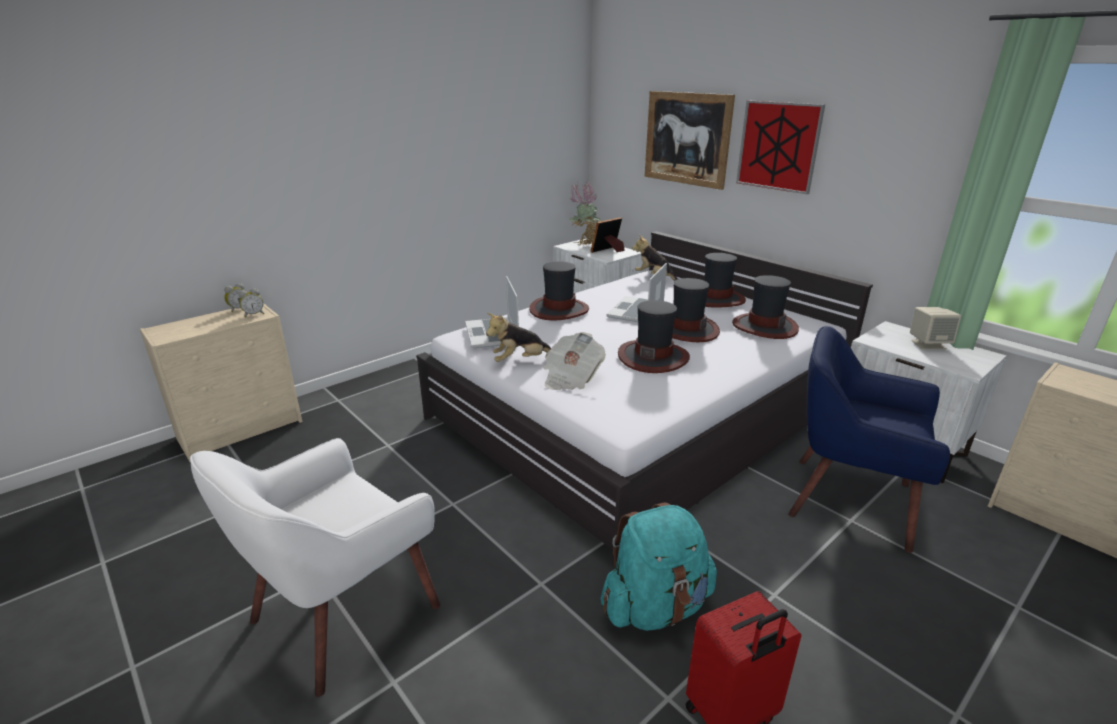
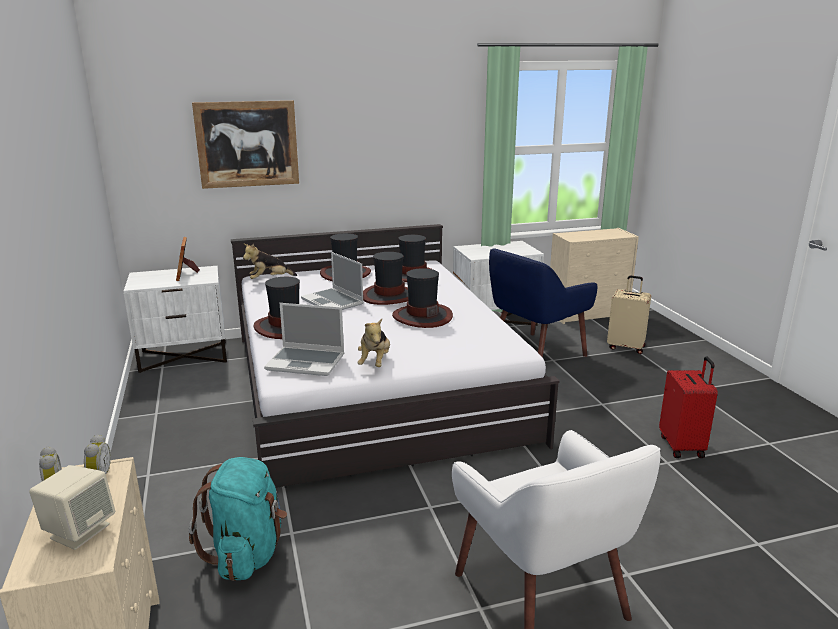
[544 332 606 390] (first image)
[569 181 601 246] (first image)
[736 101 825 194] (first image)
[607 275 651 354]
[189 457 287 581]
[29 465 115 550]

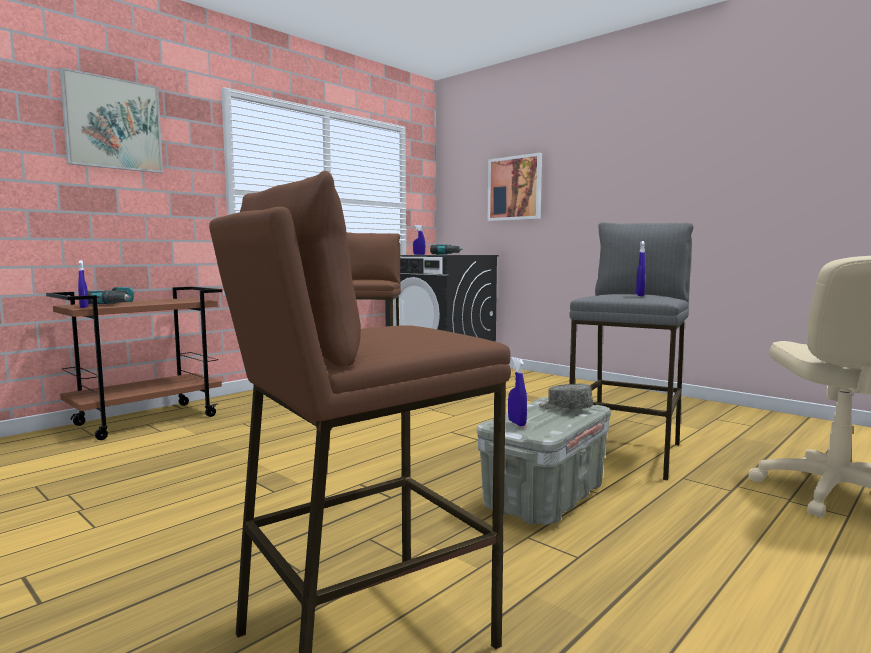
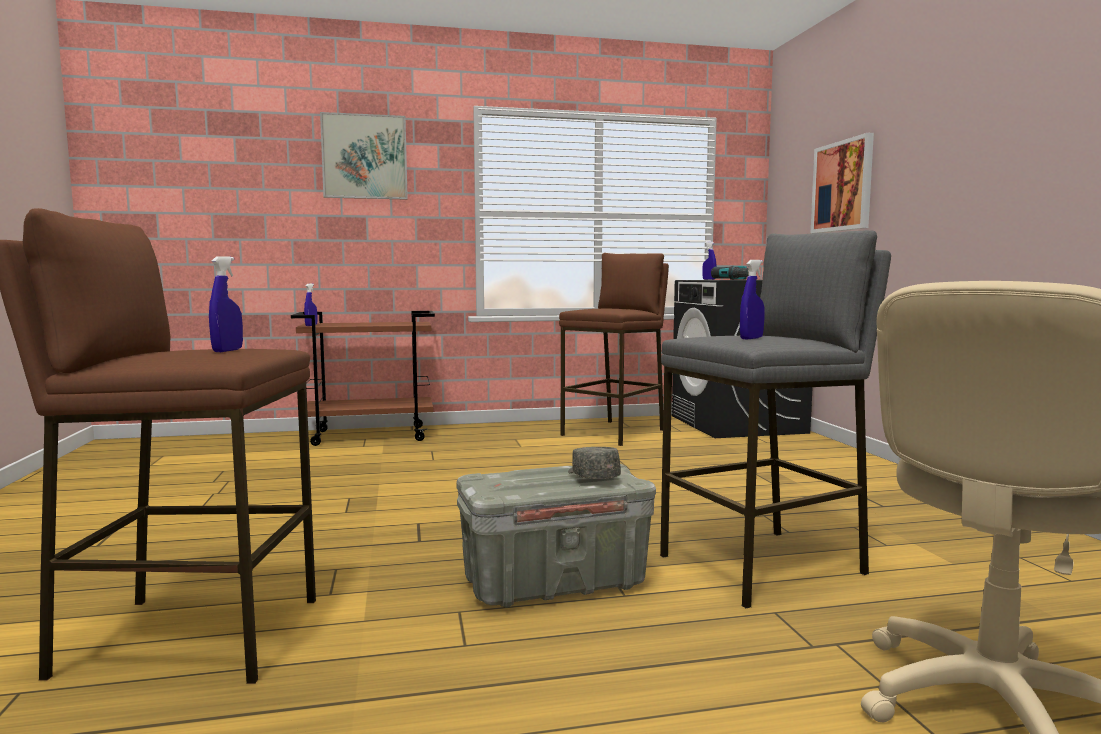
[88 287 134 304] (first image)
[209 256 243 352]

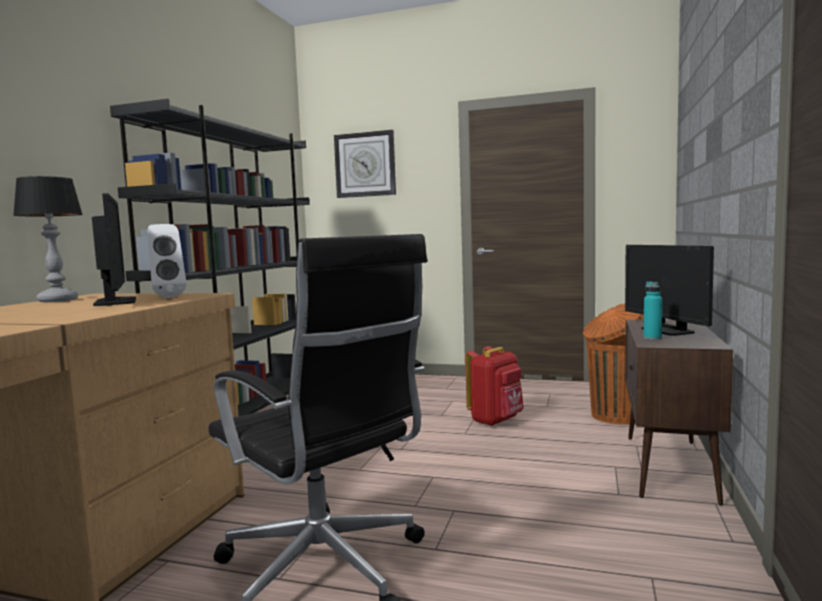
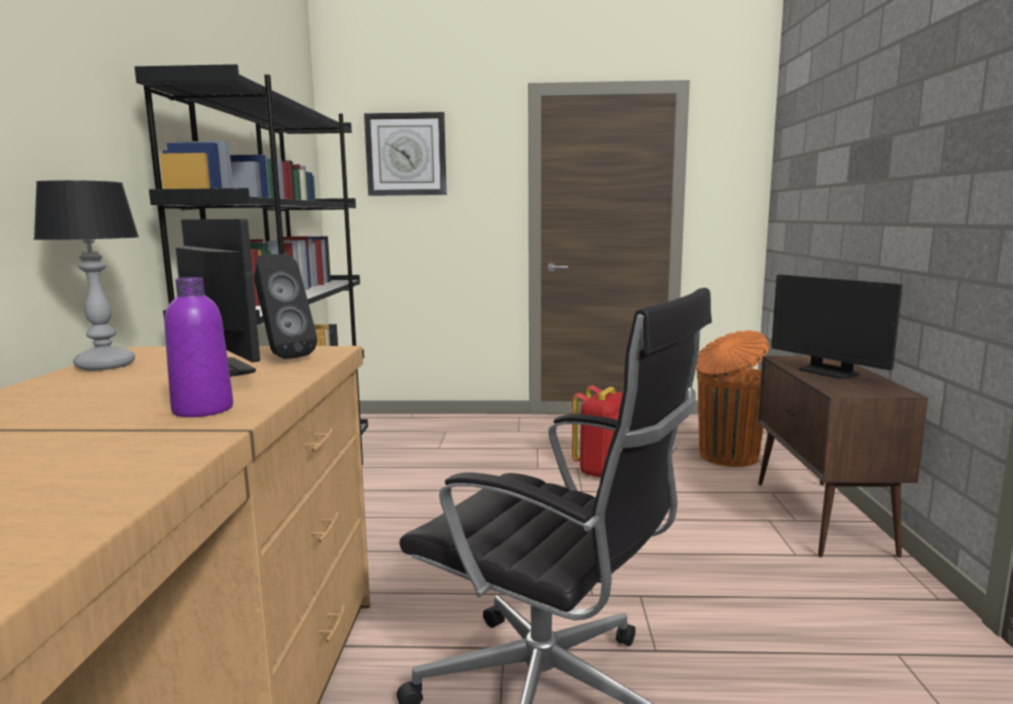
[644 281 662 340] (first image)
[164 277 233 417]
[254 254 317 359]

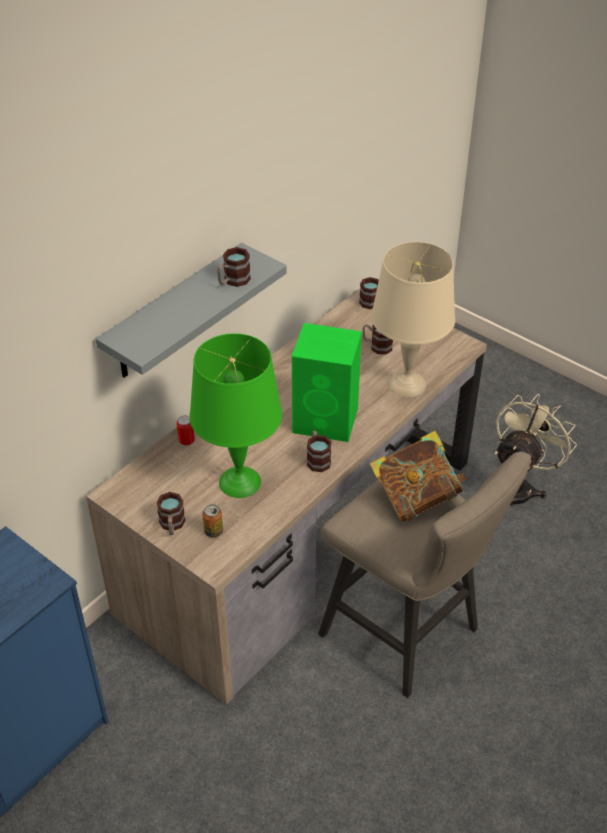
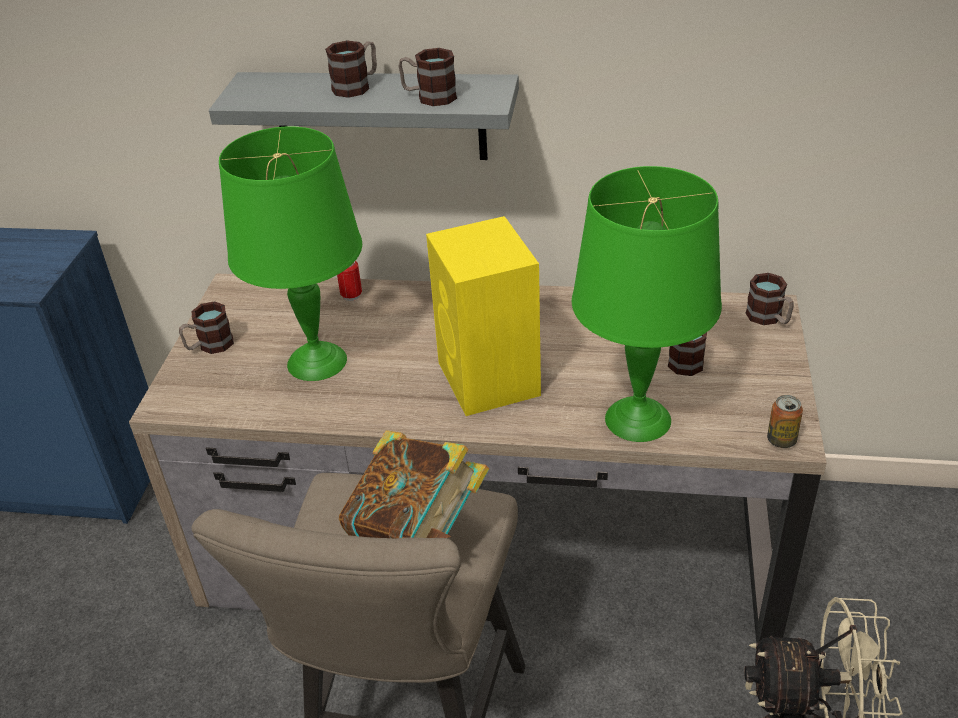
[767 395 803 448]
[325 41 377 98]
[426 216 541 416]
[572 166 722 442]

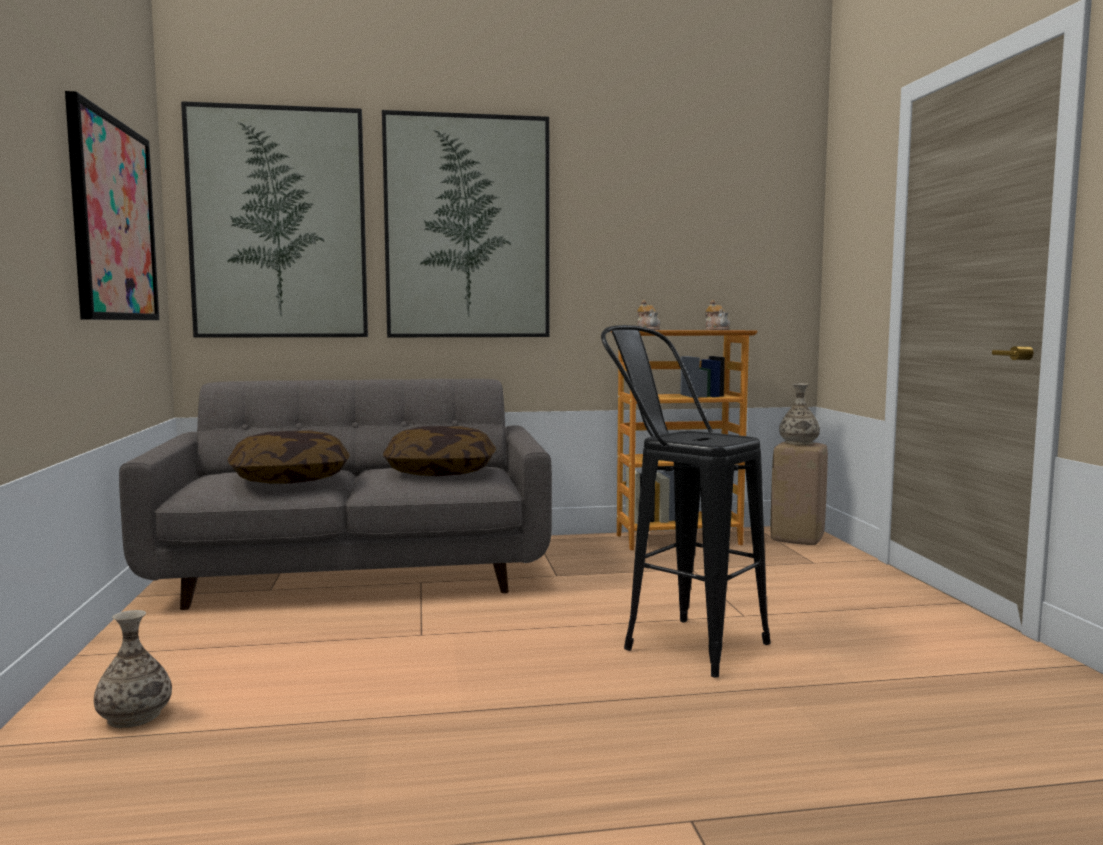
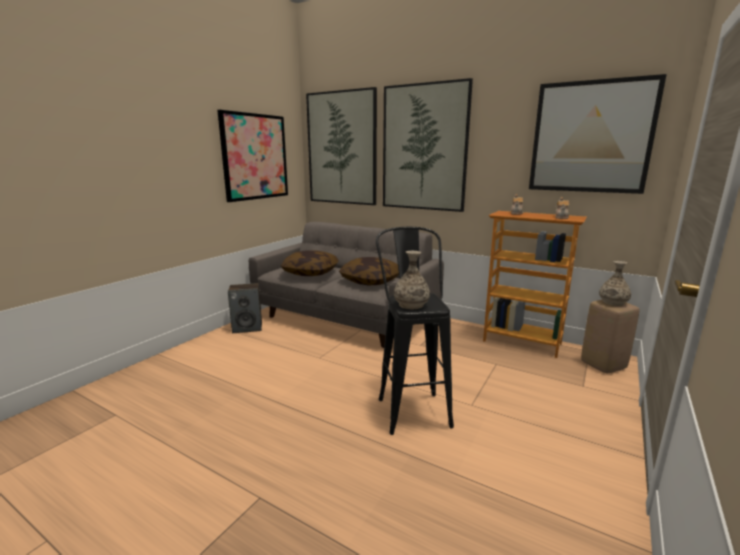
[228 283 262 333]
[529 74 667 194]
[394 251 430 309]

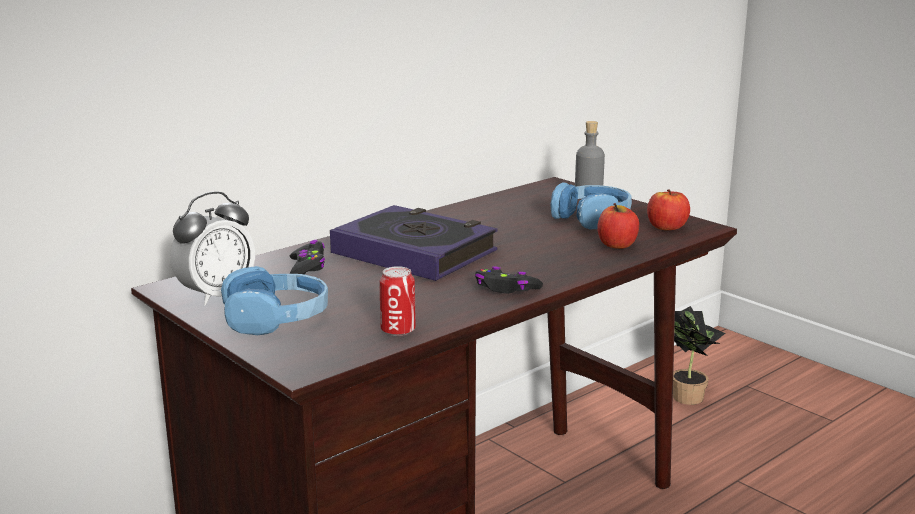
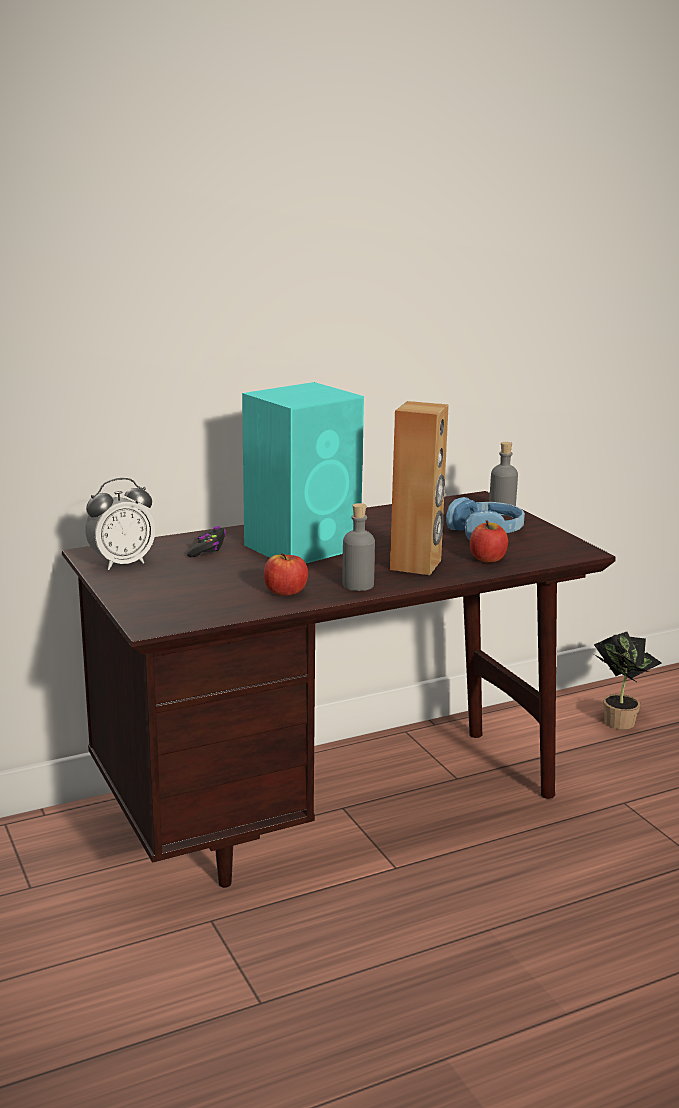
[221 266 328 335] (first image)
[380 266 416 336] (first image)
[390 401 449 575]
[264 553 308 596]
[242 382 364 564]
[343 503 375 591]

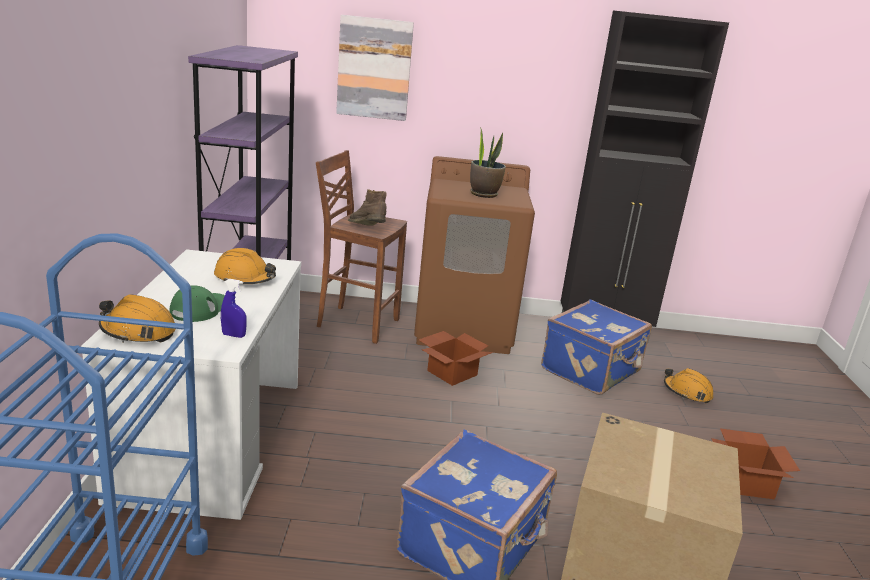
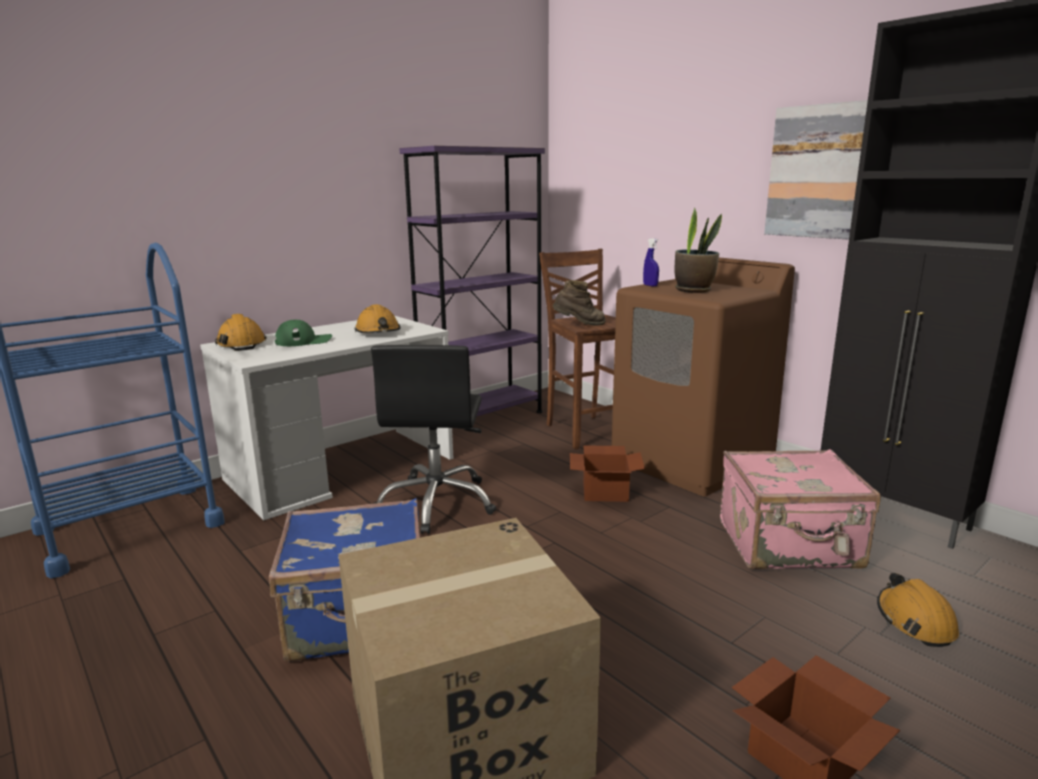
[371 345 496 534]
[643 238 659 287]
[764 100 868 240]
[720 449 881 569]
[553 280 606 326]

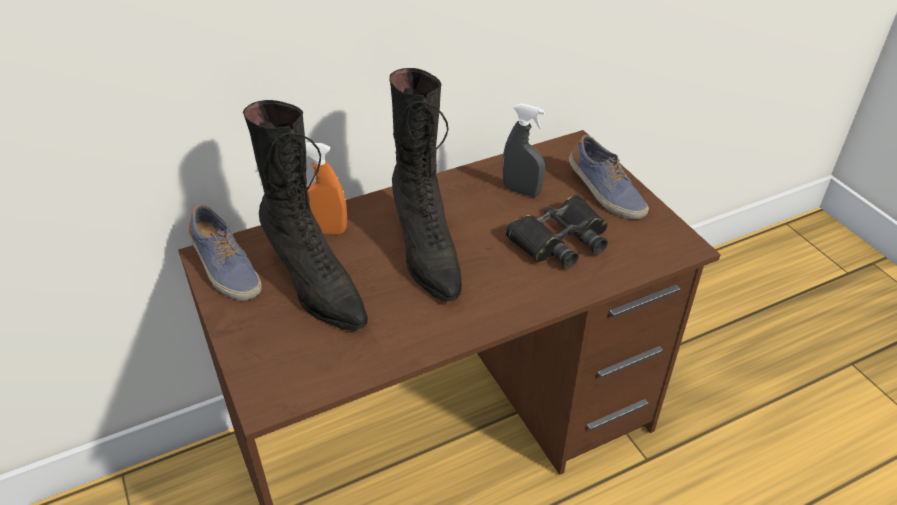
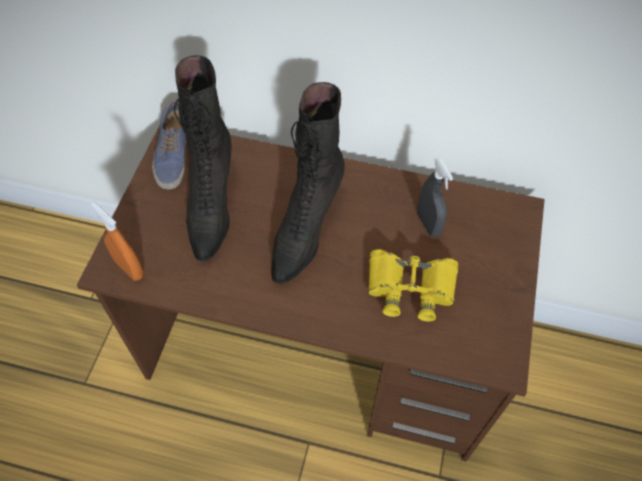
[569 135 649 219] (first image)
[91 202 144 281]
[368 249 458 321]

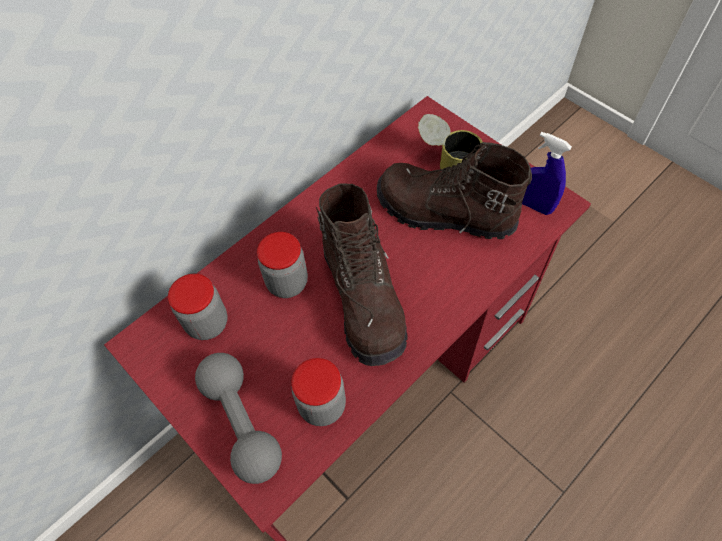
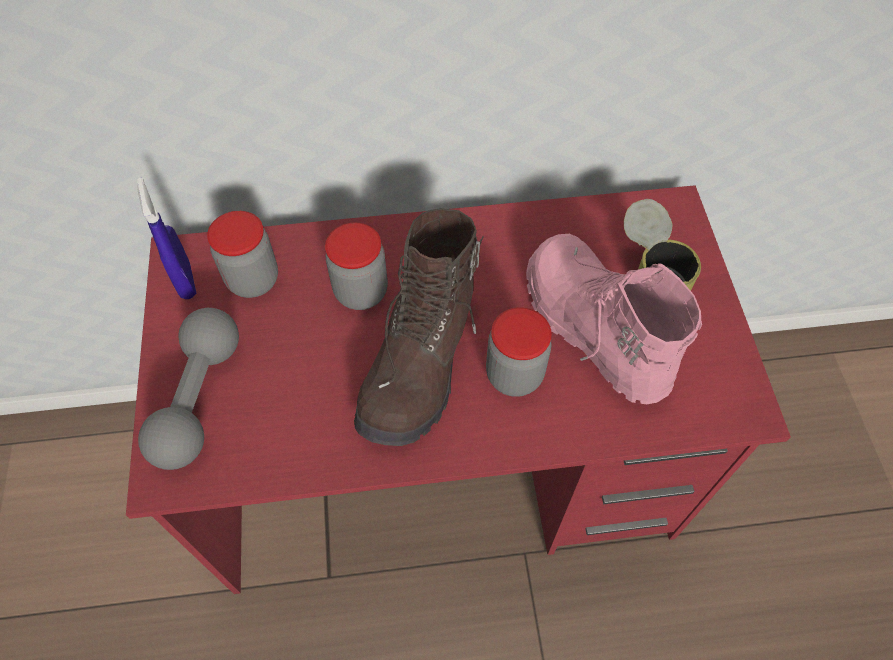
[486 307 552 397]
[137 178 196 299]
[526 234 702 404]

